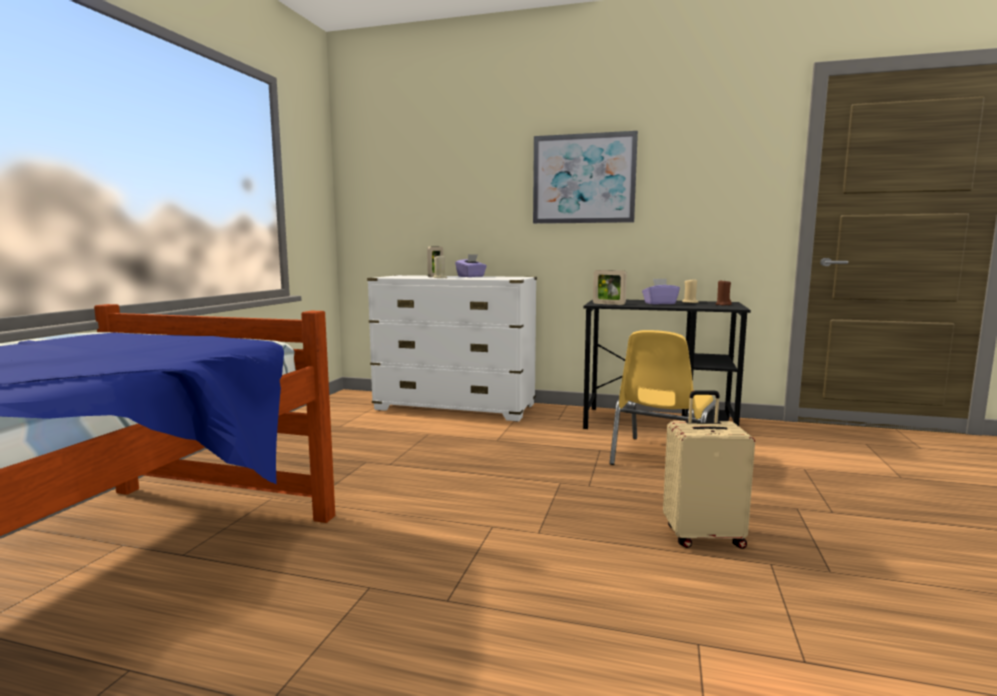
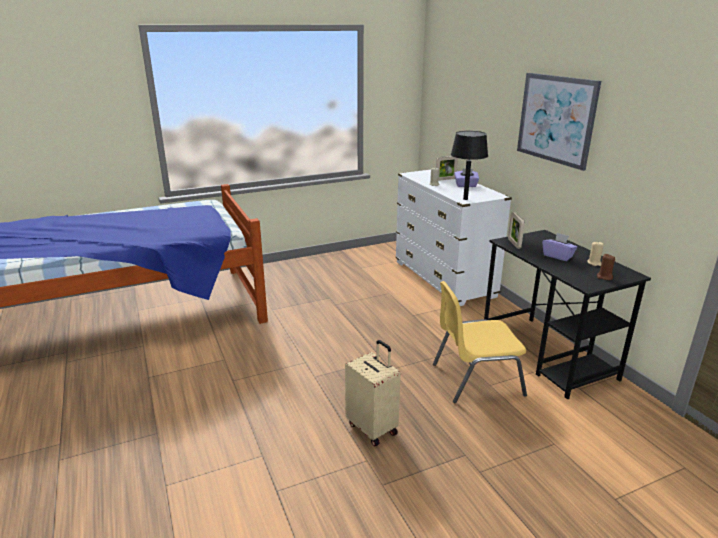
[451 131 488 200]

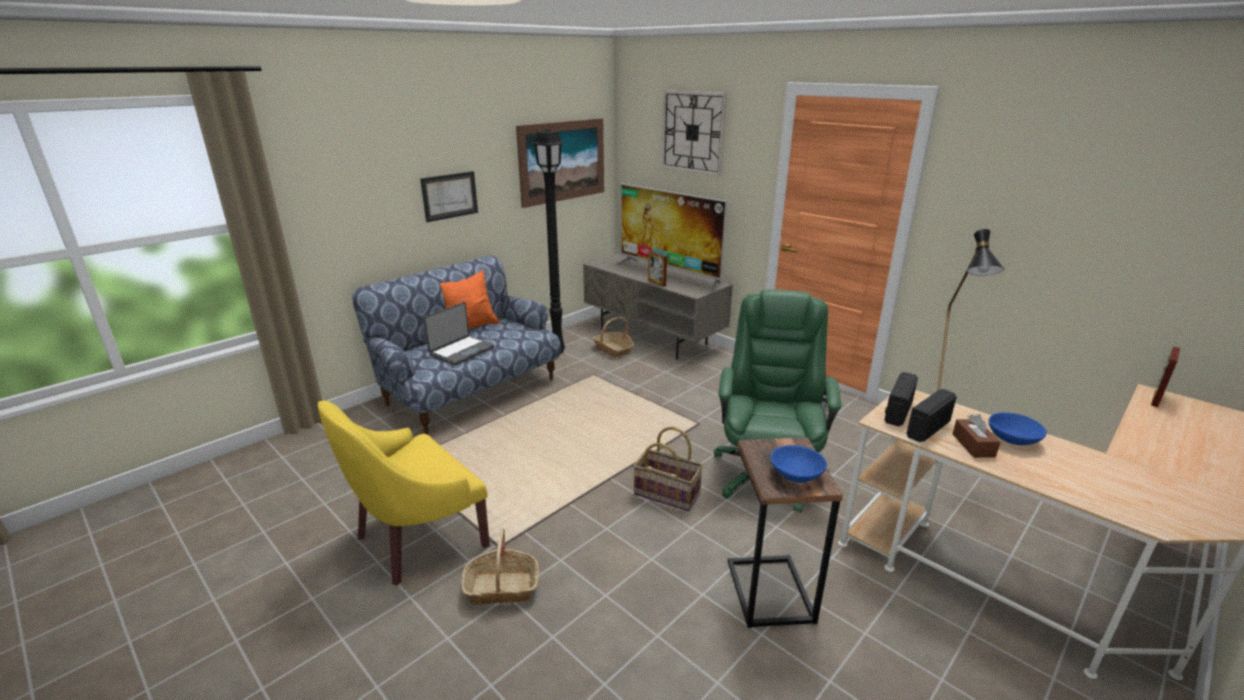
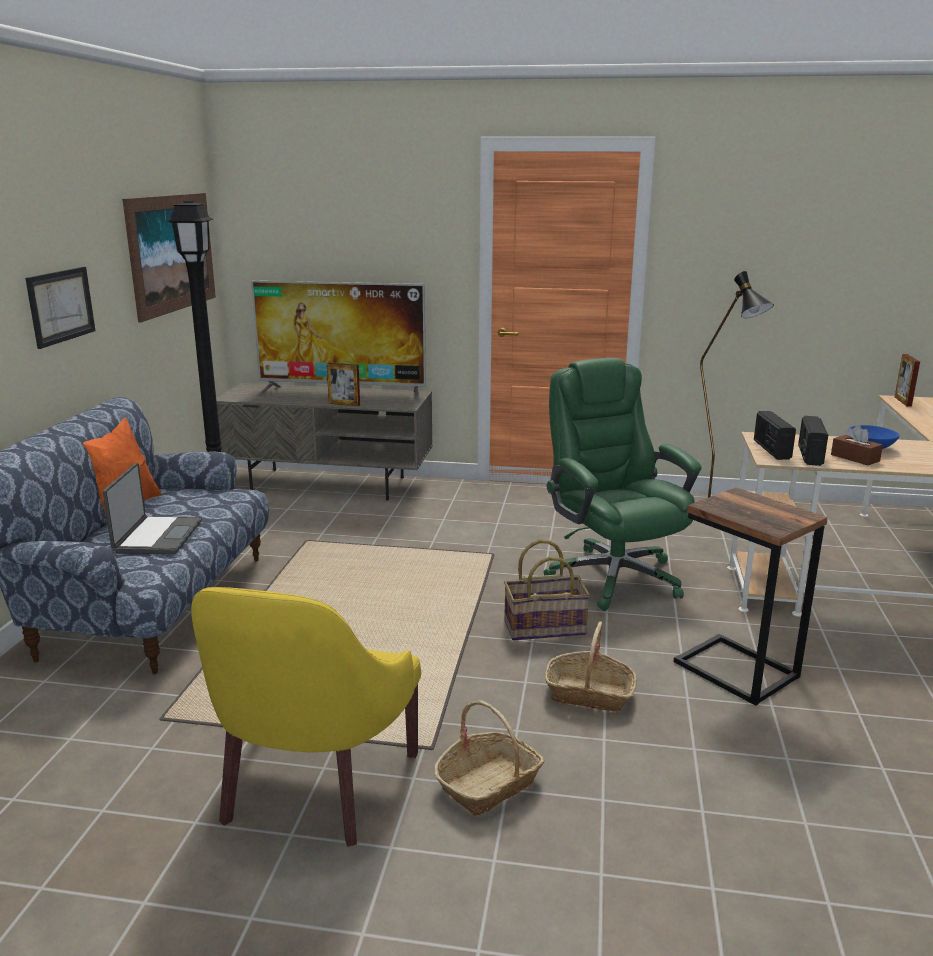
[661 90 727 176] (first image)
[771 445 827 483] (first image)
[545 621 637 712]

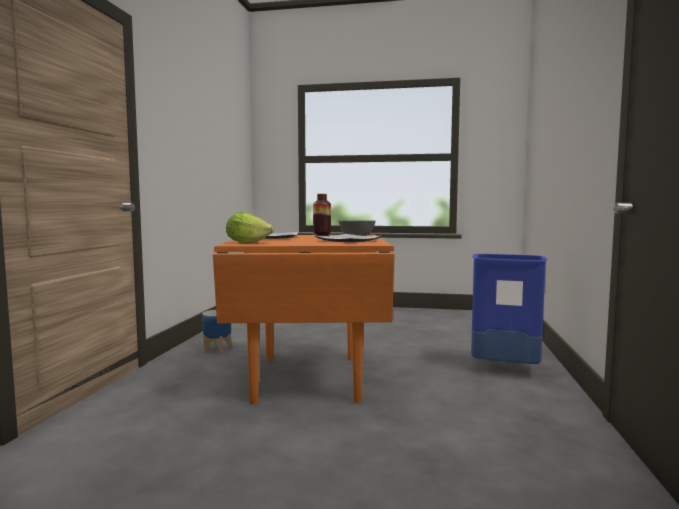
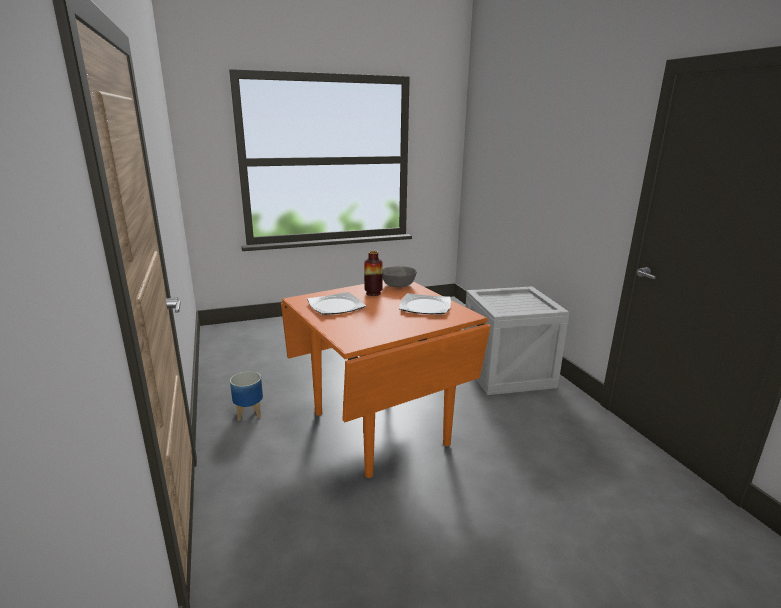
[226 212 274 244] (first image)
[464 286 569 395]

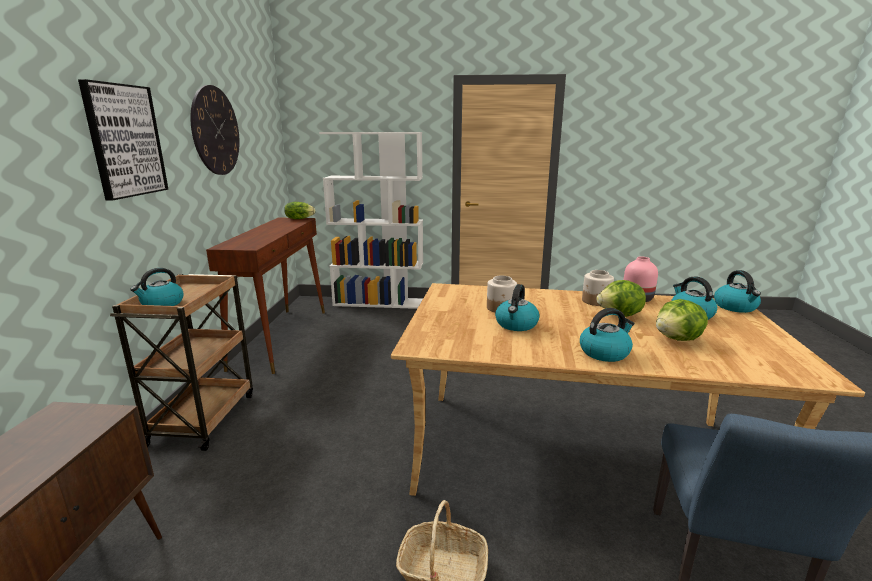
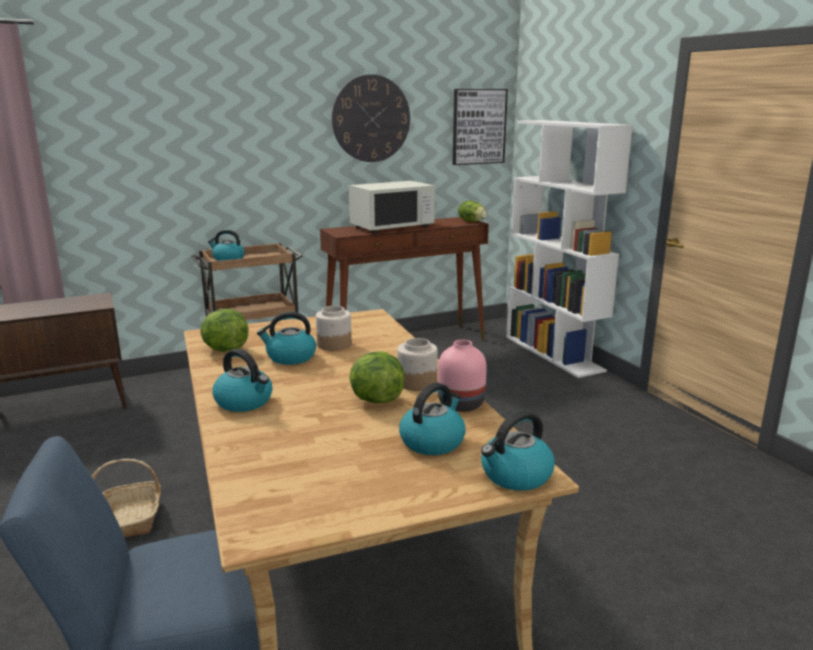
[349 181 435 233]
[453 89 508 165]
[200 309 249 352]

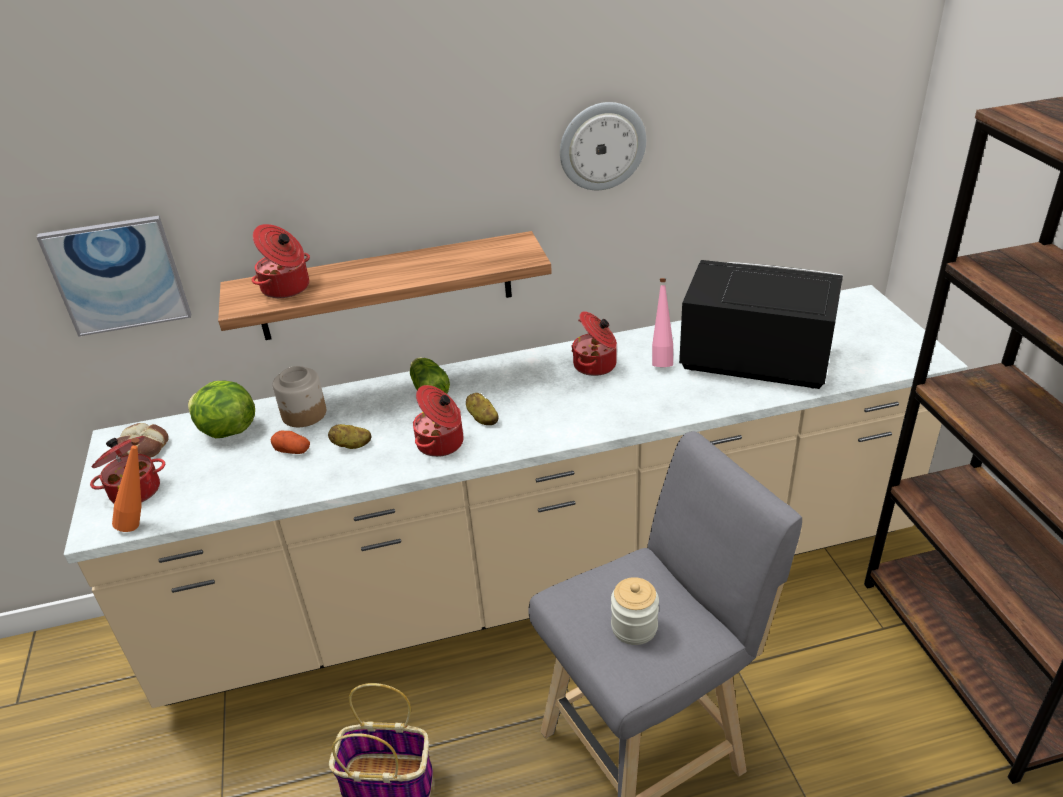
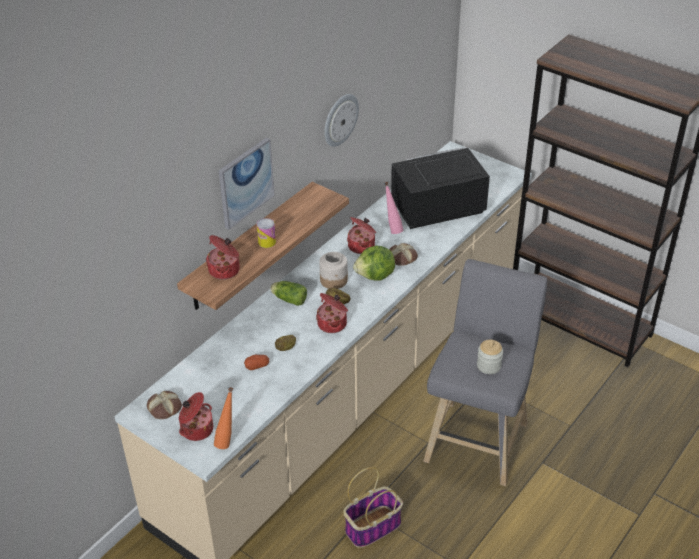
[257 218 276 248]
[389 243 418 266]
[219 138 274 230]
[353 246 395 280]
[319 252 348 289]

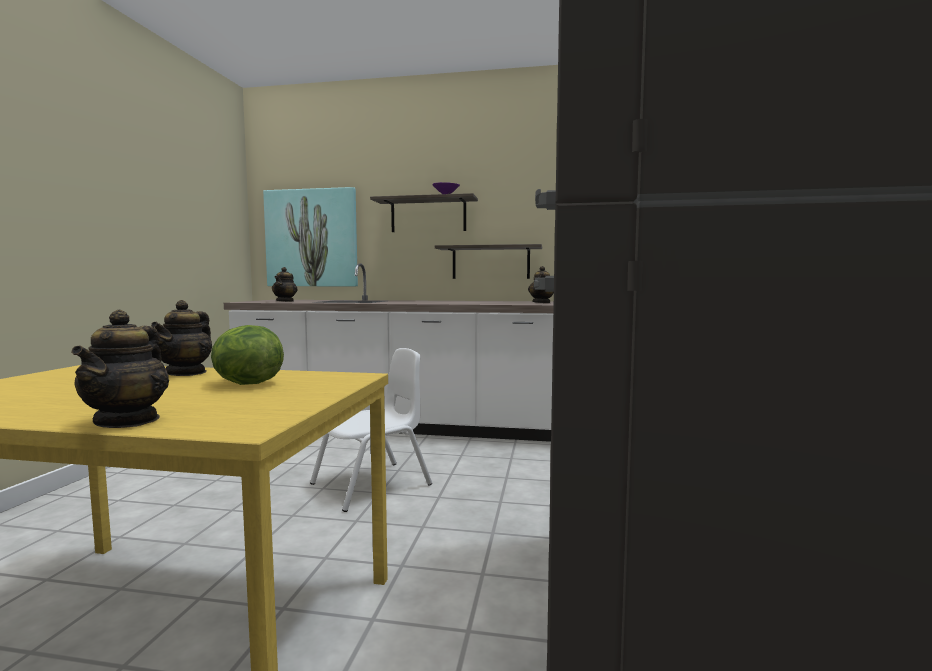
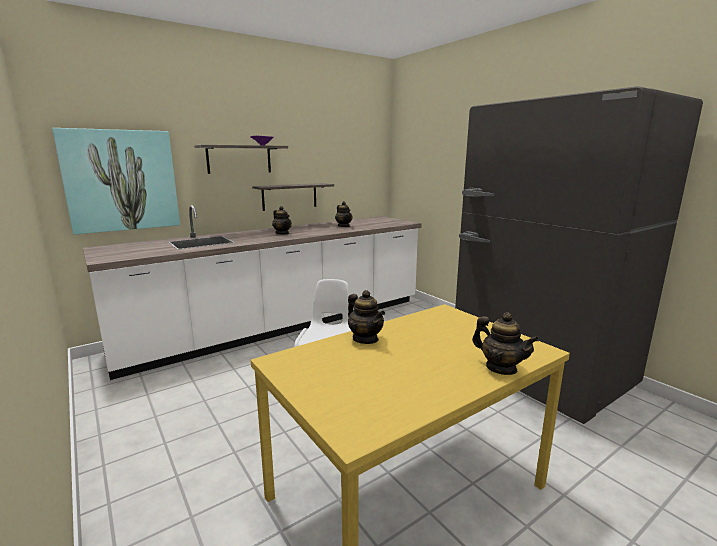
[211 325 284 385] (first image)
[272 206 292 234]

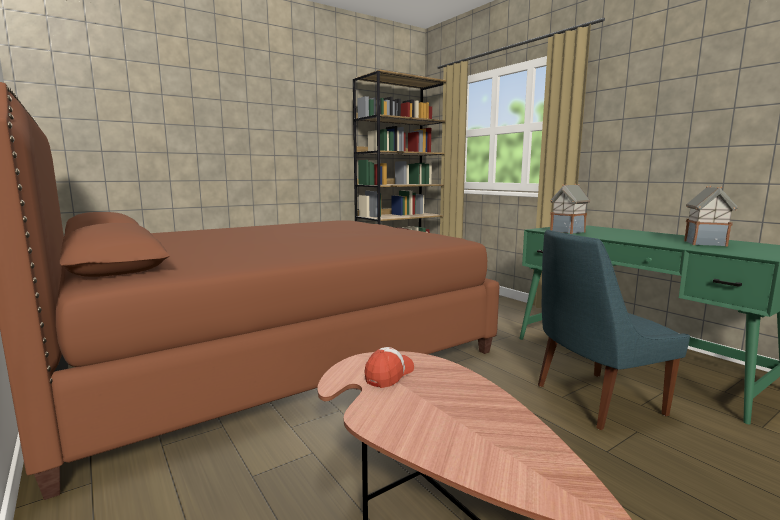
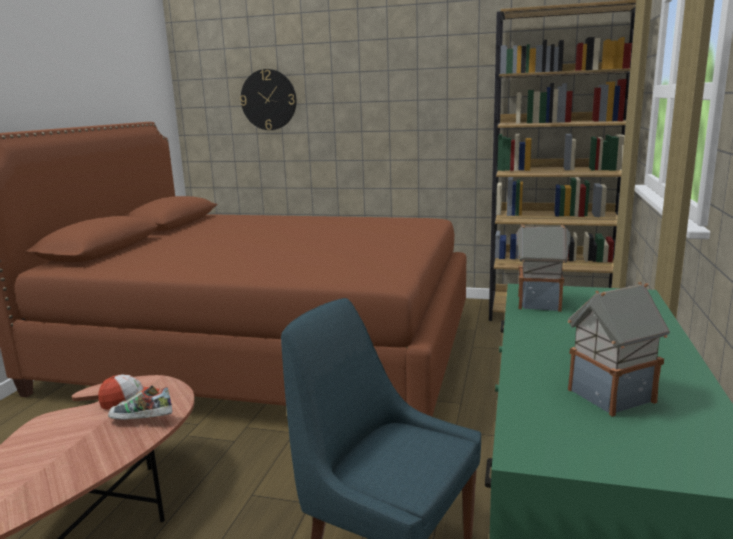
[108 386 172 420]
[240 69 296 130]

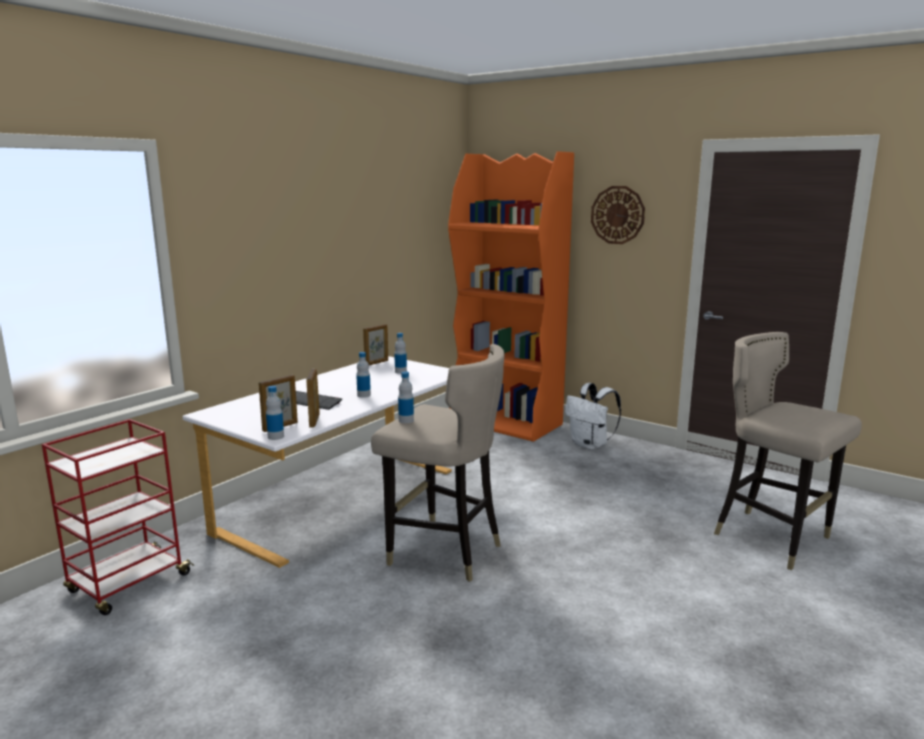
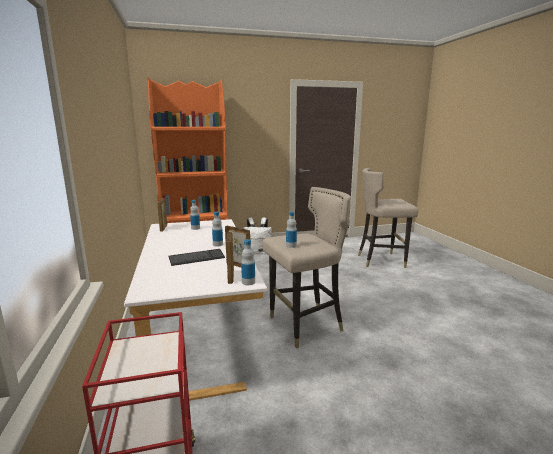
[591 186 645 244] (first image)

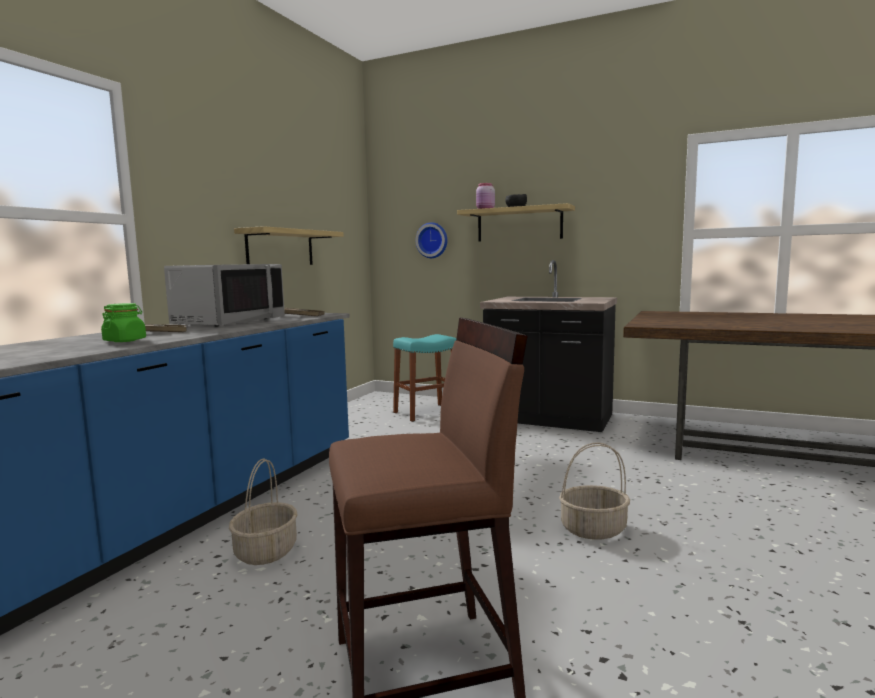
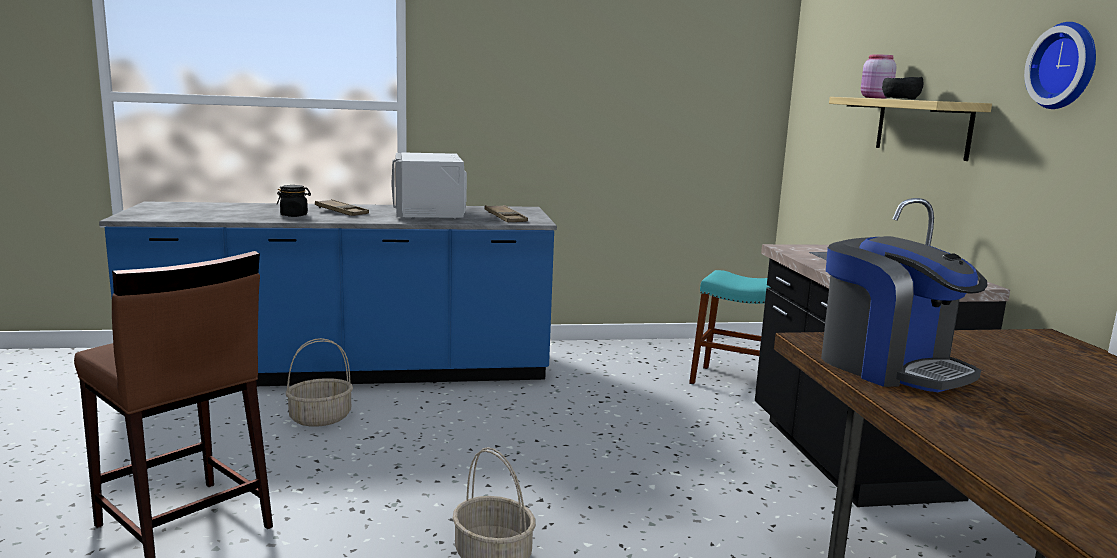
[234 226 344 265] (first image)
[821 236 988 392]
[1024 22 1096 109]
[277 185 311 217]
[391 152 467 219]

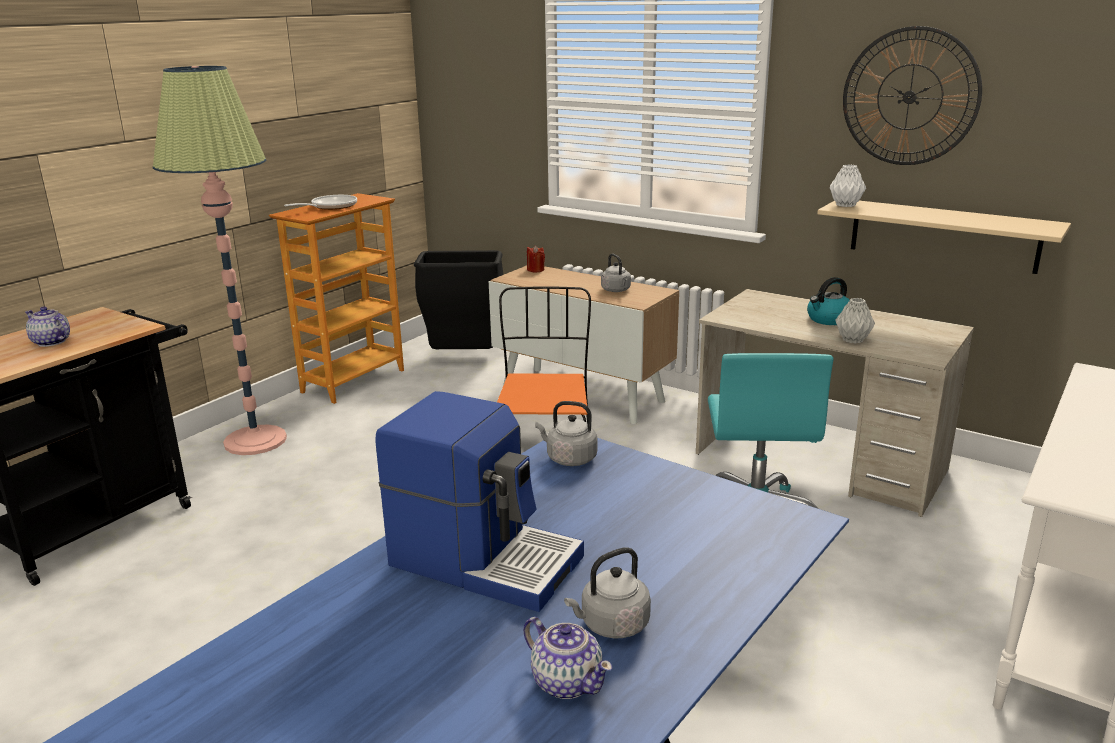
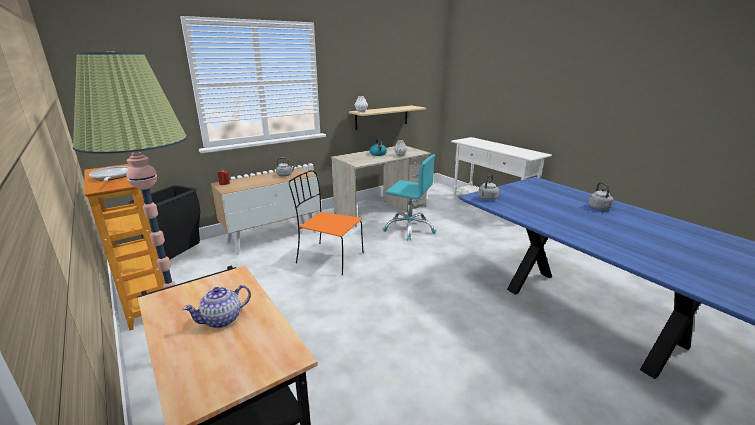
[375 391 584 612] (first image)
[523 617 613 699] (first image)
[843 26 982 165] (first image)

